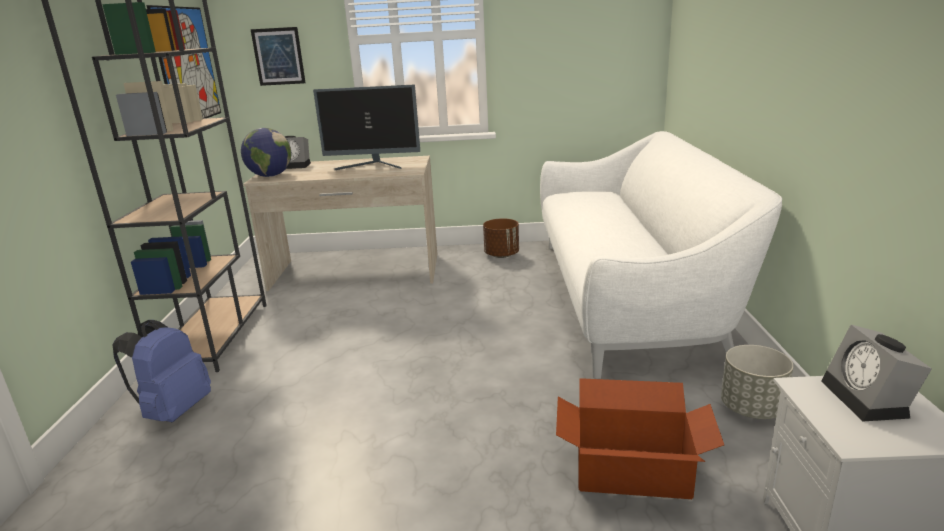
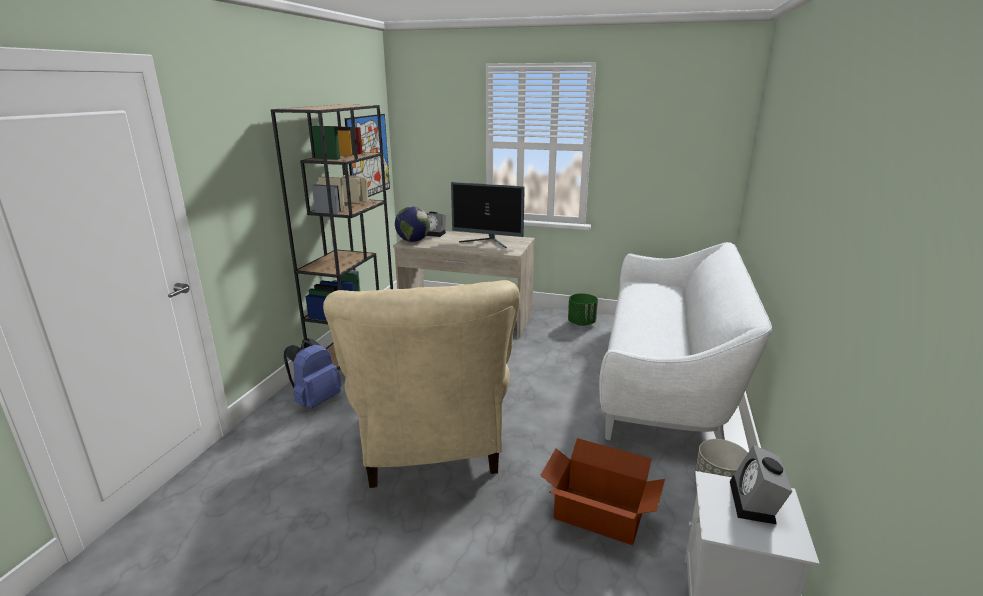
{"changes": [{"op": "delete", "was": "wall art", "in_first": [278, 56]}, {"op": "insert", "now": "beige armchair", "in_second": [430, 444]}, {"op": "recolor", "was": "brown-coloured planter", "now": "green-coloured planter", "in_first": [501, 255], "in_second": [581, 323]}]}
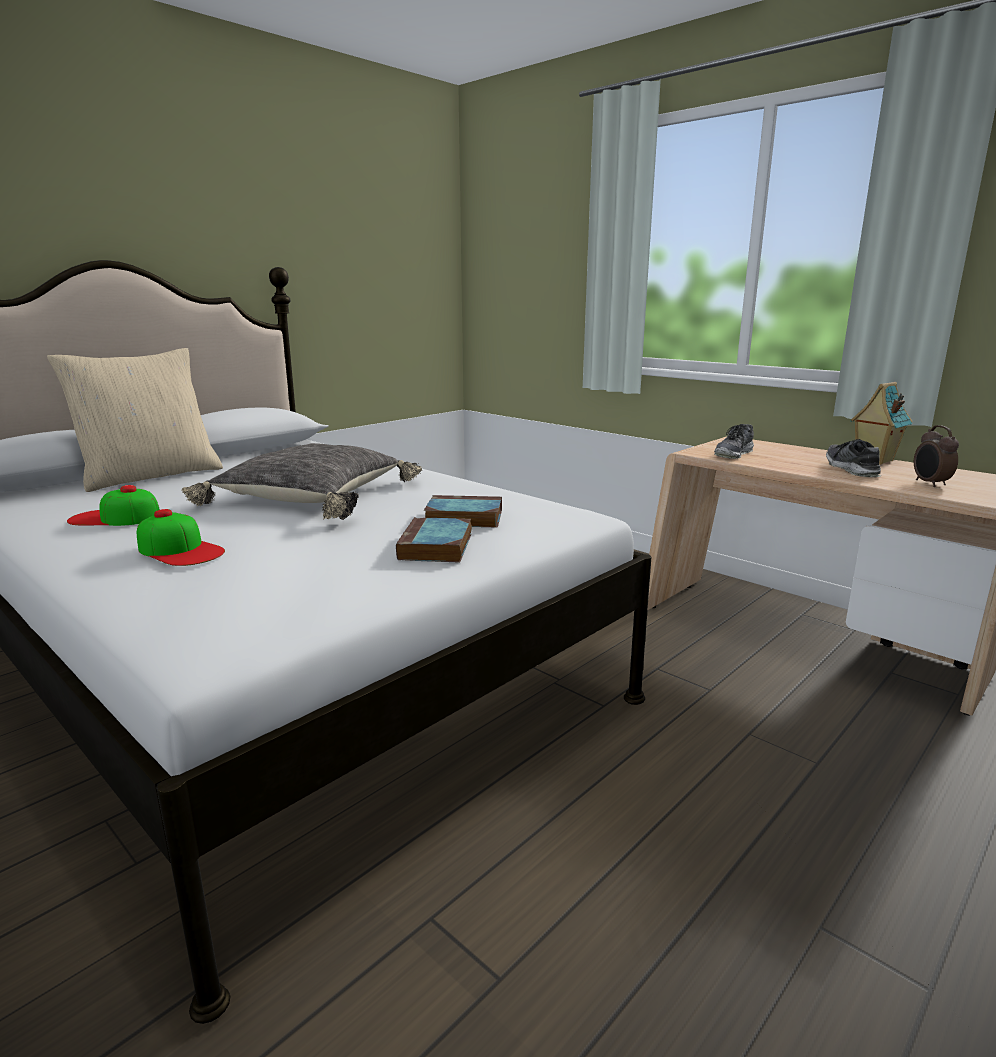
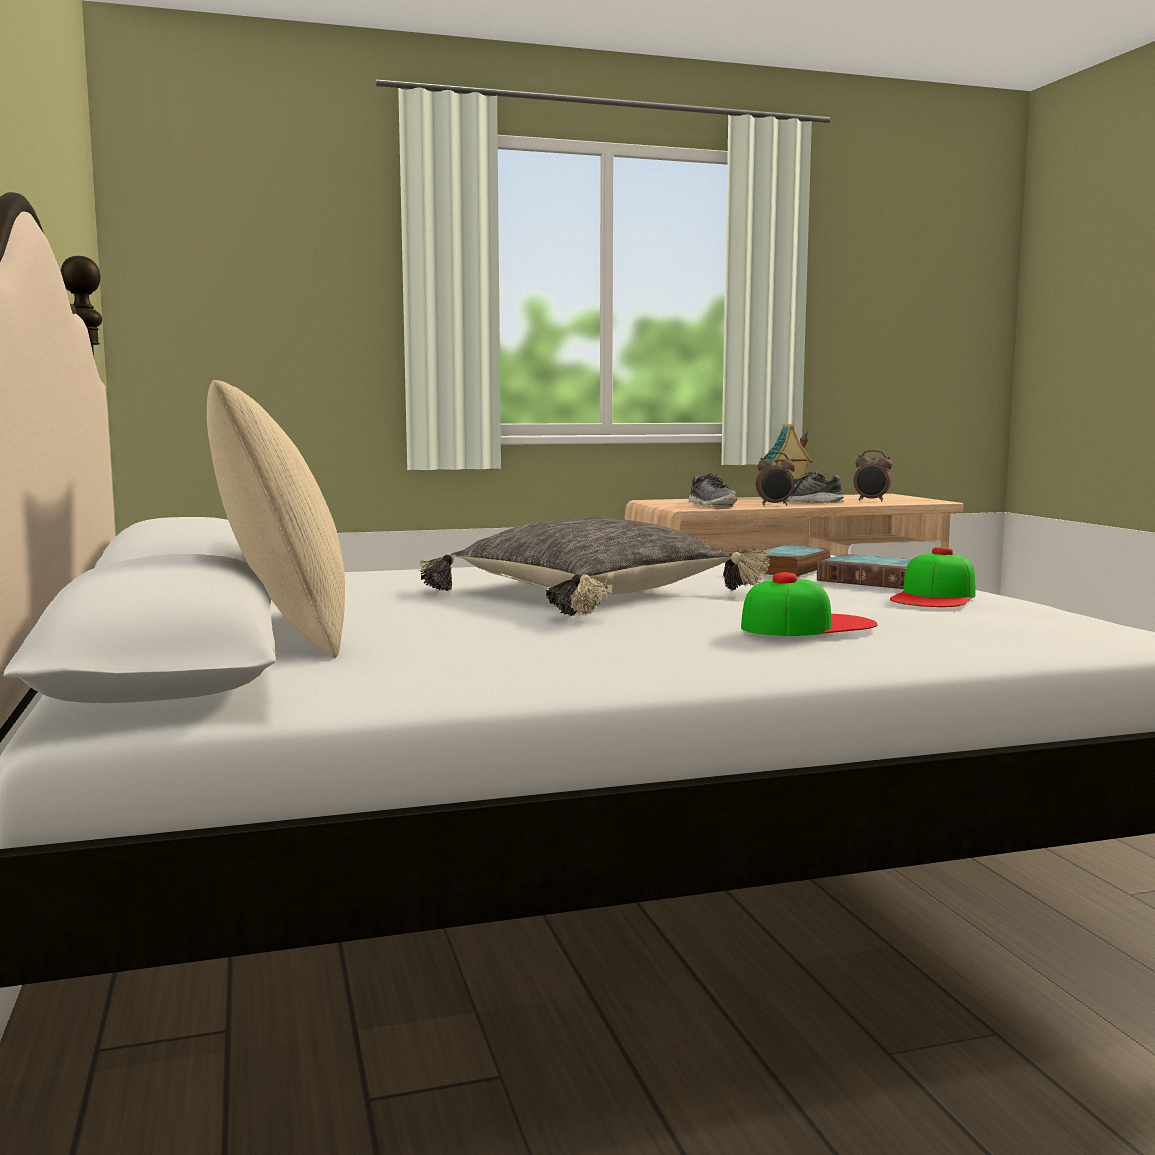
{"changes": [{"op": "insert", "now": "alarm clock", "in_second": [774, 505]}, {"op": "move", "was": "peaked cap", "in_first": [115, 518], "in_second": [935, 596]}]}
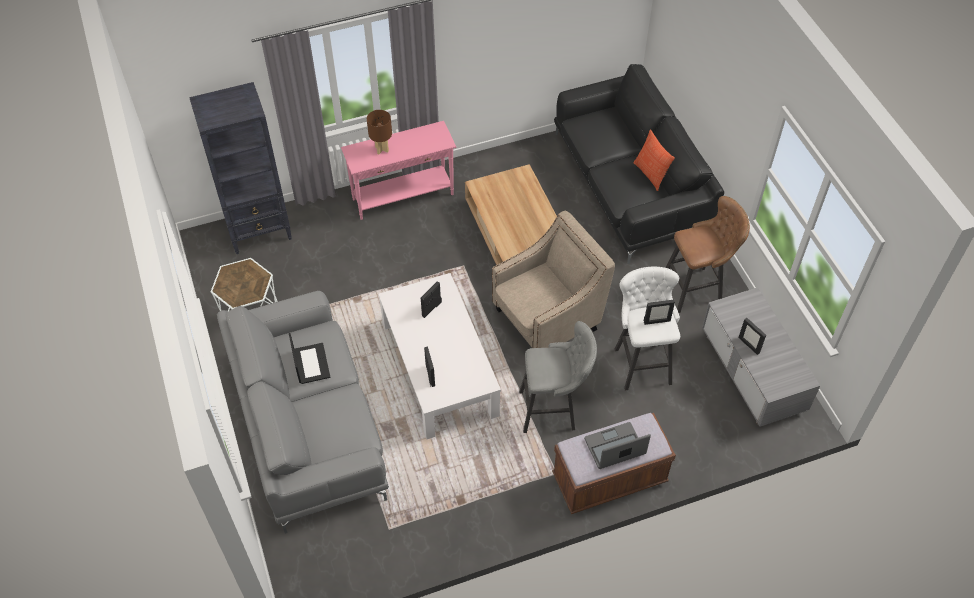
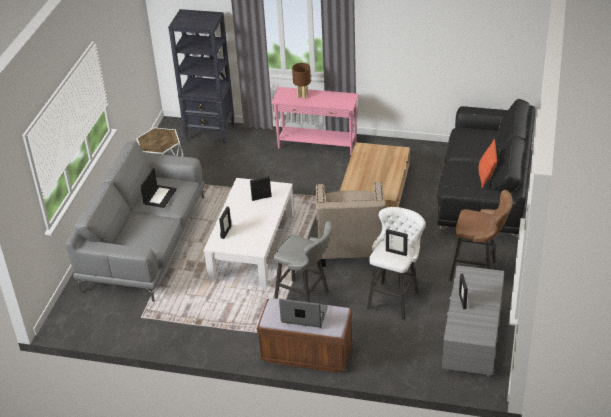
{"changes": [{"op": "rotate", "was": "beige armchair", "in_first": [547, 318], "in_second": [351, 247], "clockwise": 90}]}
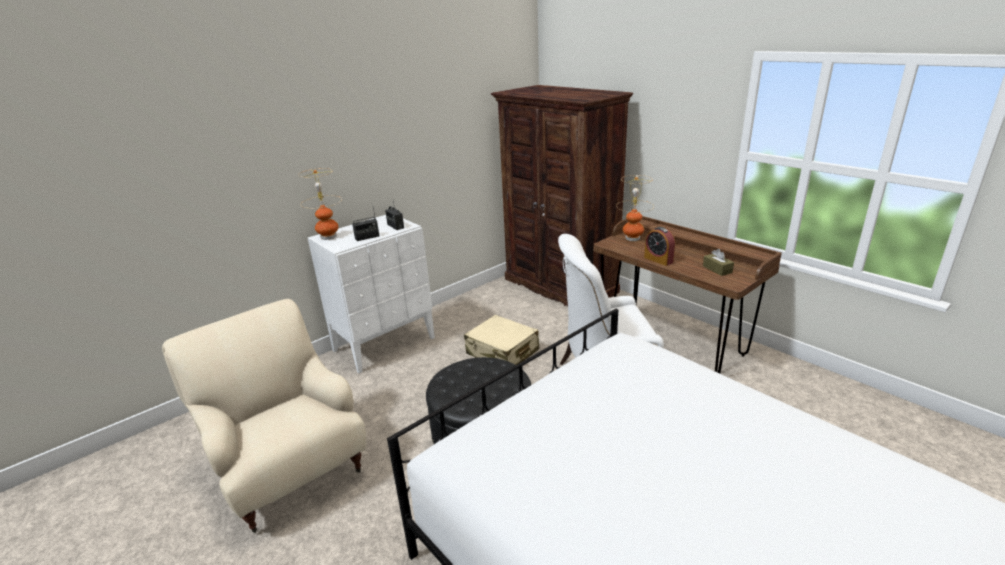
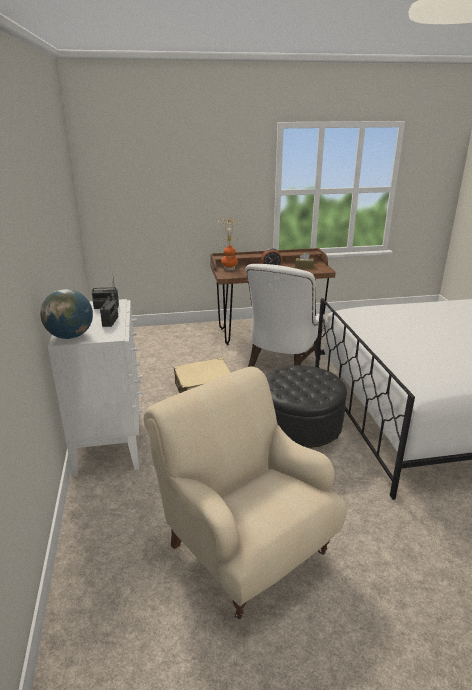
{"changes": [{"op": "delete", "was": "brown-coloured wardrobe", "in_first": [559, 285]}, {"op": "replace", "was": "tabletop lamp", "now": "desk globe", "in_first": [329, 237], "in_second": [70, 336]}, {"op": "rotate", "was": "beige armchair", "in_first": [289, 470], "in_second": [246, 547], "clockwise": 60}]}
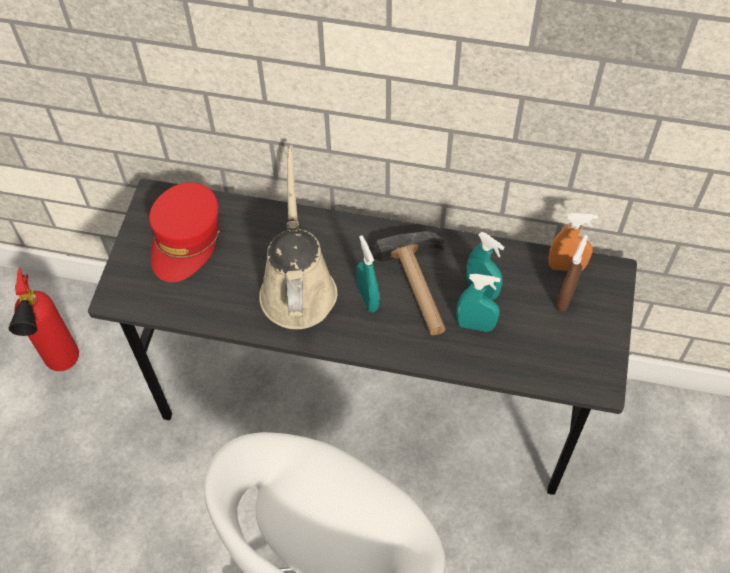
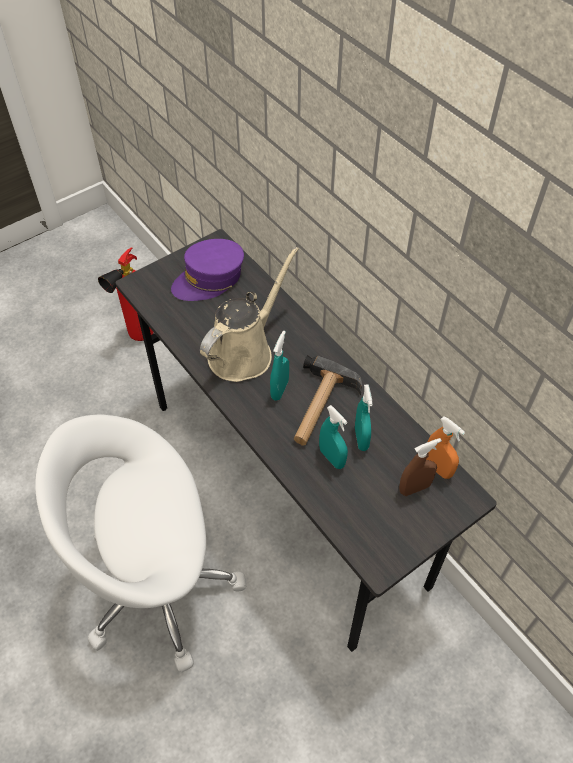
{"changes": [{"op": "recolor", "was": "red peaked cap", "now": "purplish peaked cap", "in_first": [186, 239], "in_second": [209, 279]}]}
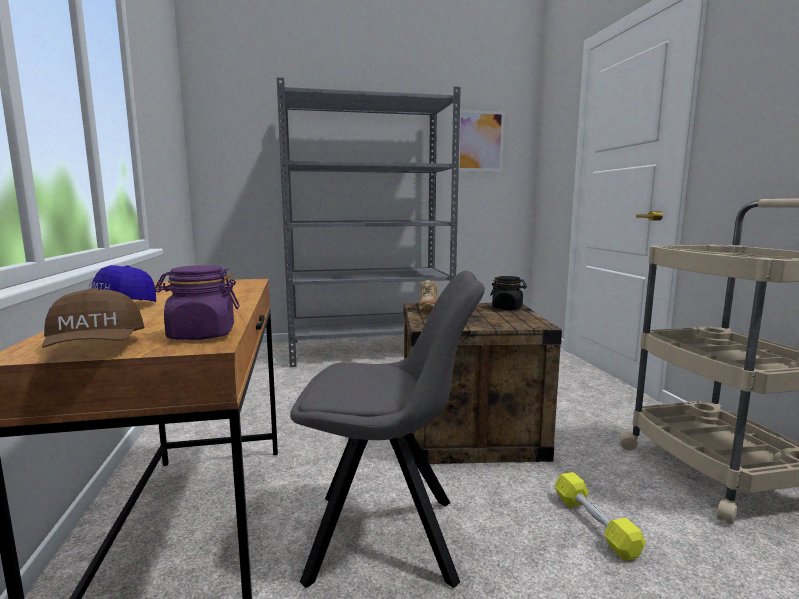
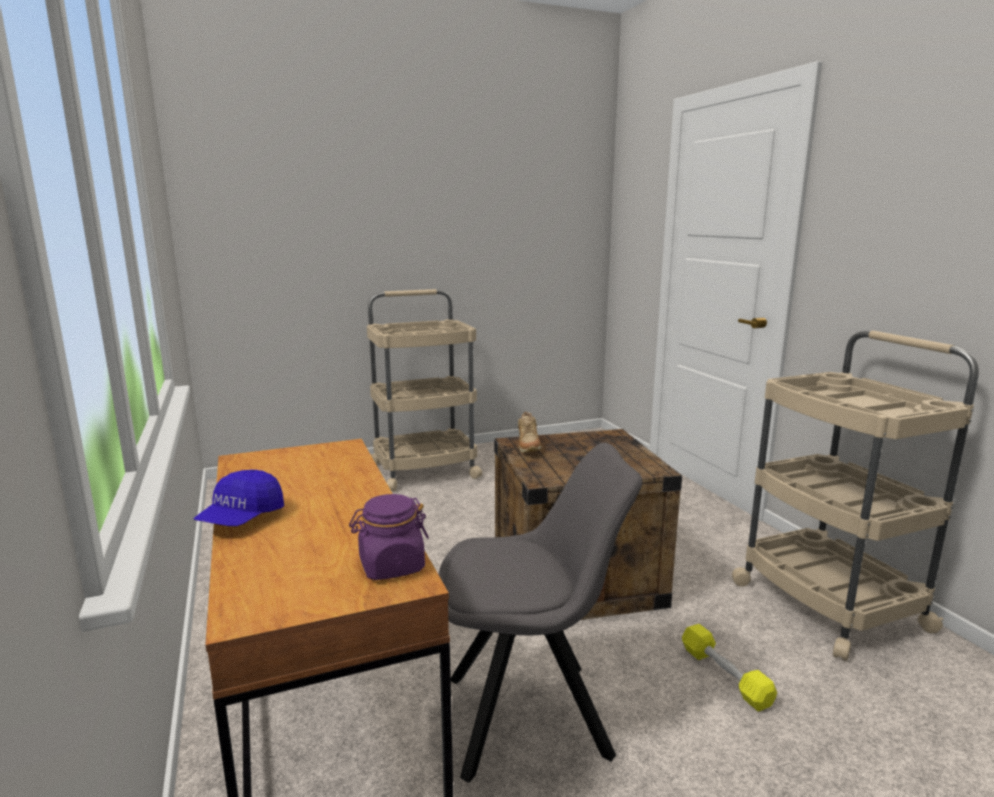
{"changes": [{"op": "delete", "was": "brown-coloured peaked cap", "in_first": [95, 348]}, {"op": "delete", "was": "wall art", "in_first": [480, 141]}, {"op": "delete", "was": "black jar", "in_first": [507, 308]}, {"op": "replace", "was": "gray shelving unit", "now": "beige cart", "in_first": [369, 349], "in_second": [424, 471]}]}
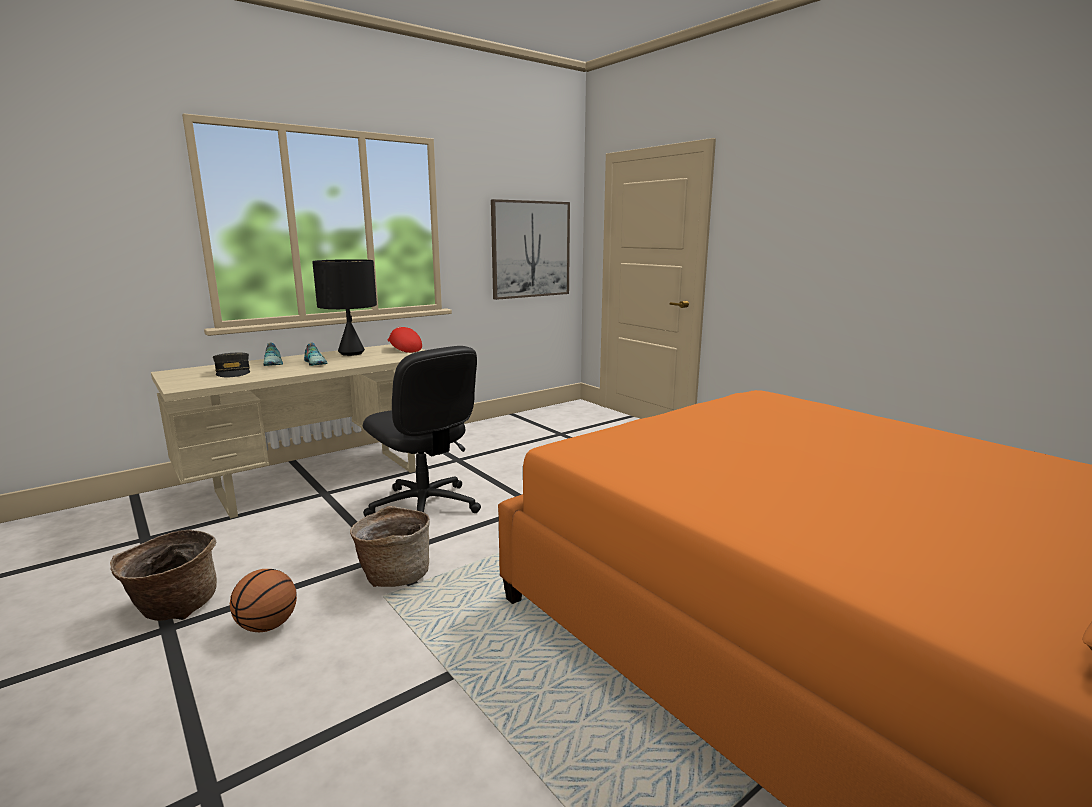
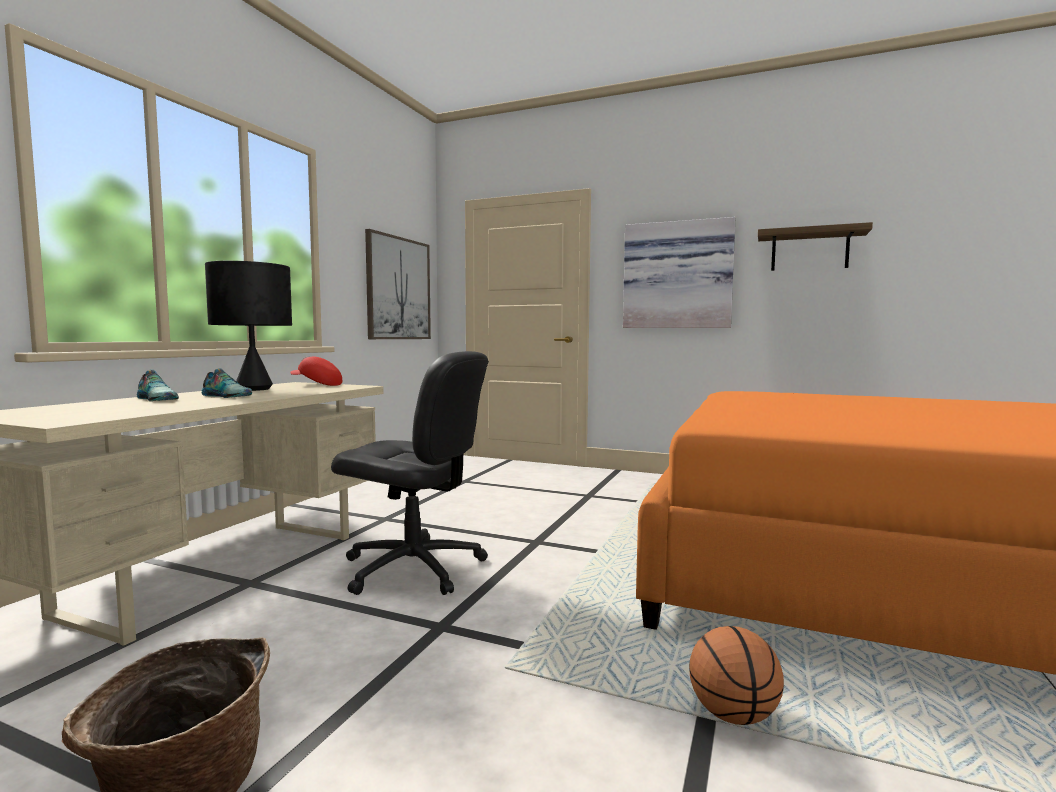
{"changes": [{"op": "delete", "was": "gray peaked cap", "in_first": [233, 372]}, {"op": "delete", "was": "household basket", "in_first": [394, 574]}, {"op": "insert", "now": "wall art", "in_second": [677, 275]}, {"op": "insert", "now": "wall shelf", "in_second": [809, 250]}, {"op": "move", "was": "basketball ball", "in_first": [267, 626], "in_second": [733, 715]}]}
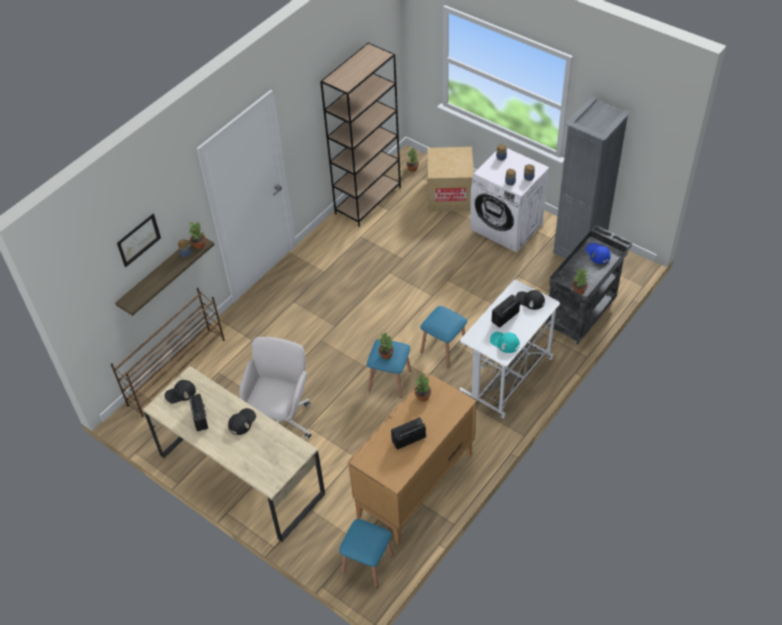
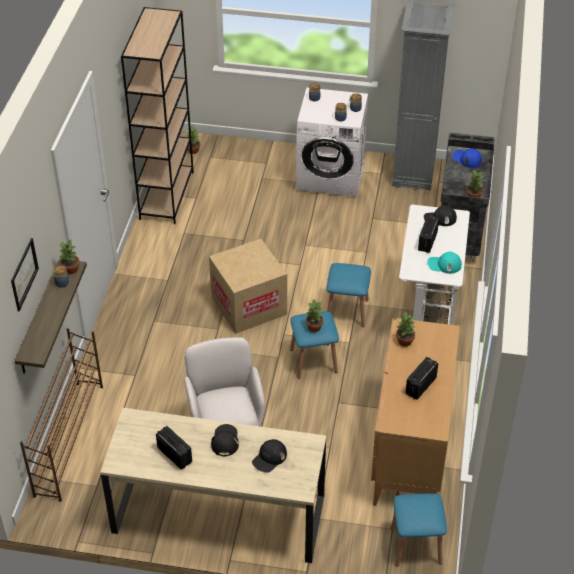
{"changes": [{"op": "move", "was": "black peaked cap", "in_first": [180, 393], "in_second": [269, 458]}, {"op": "move", "was": "cardboard box", "in_first": [449, 195], "in_second": [249, 305]}]}
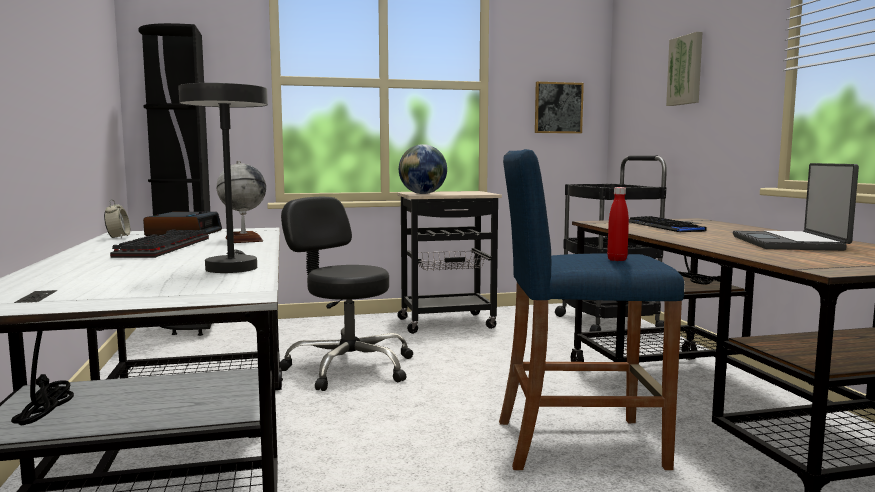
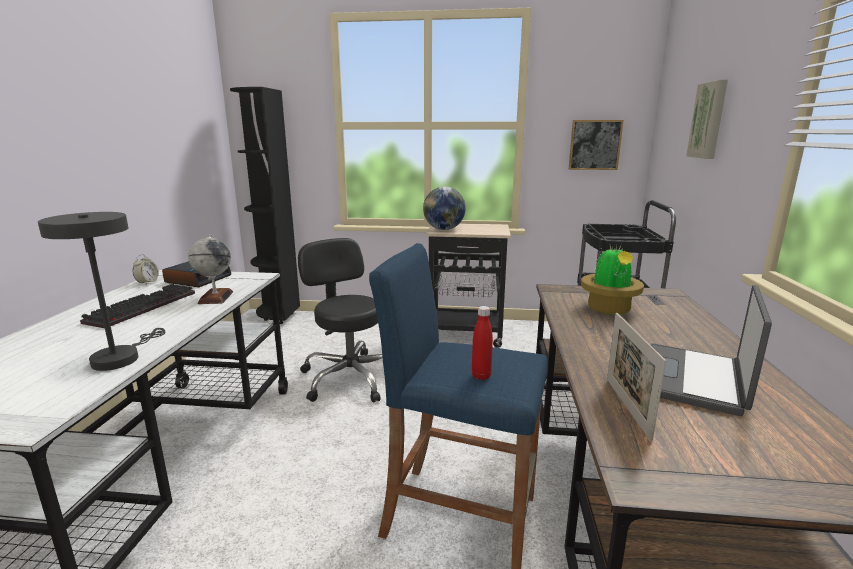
{"changes": [{"op": "insert", "now": "standing frame", "in_second": [627, 407]}, {"op": "replace", "was": "keyboard", "now": "houseplant", "in_first": [663, 226], "in_second": [609, 309]}]}
